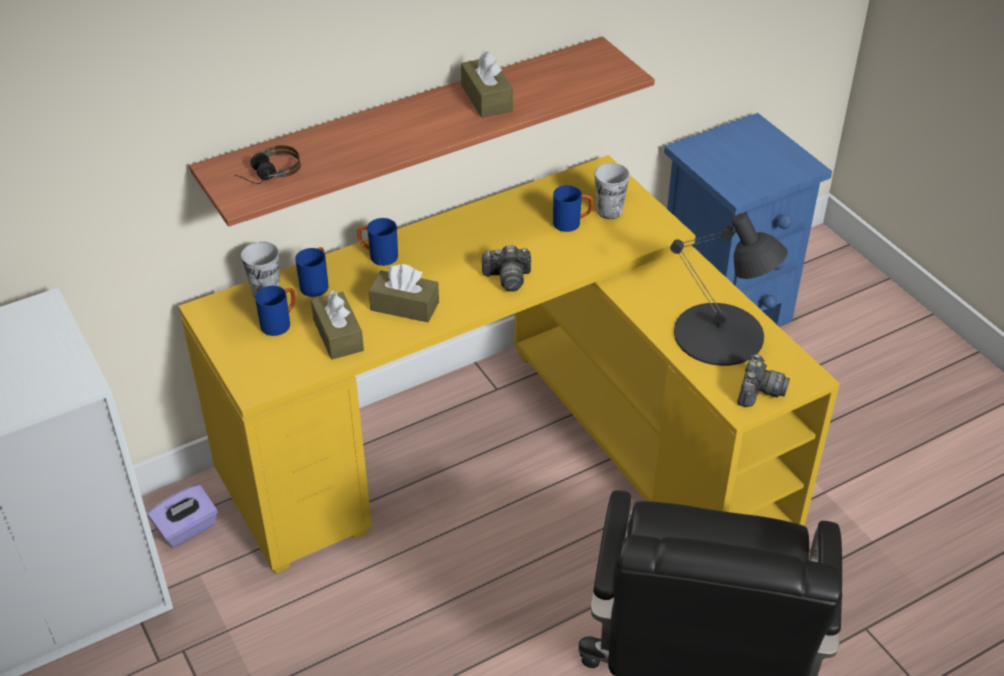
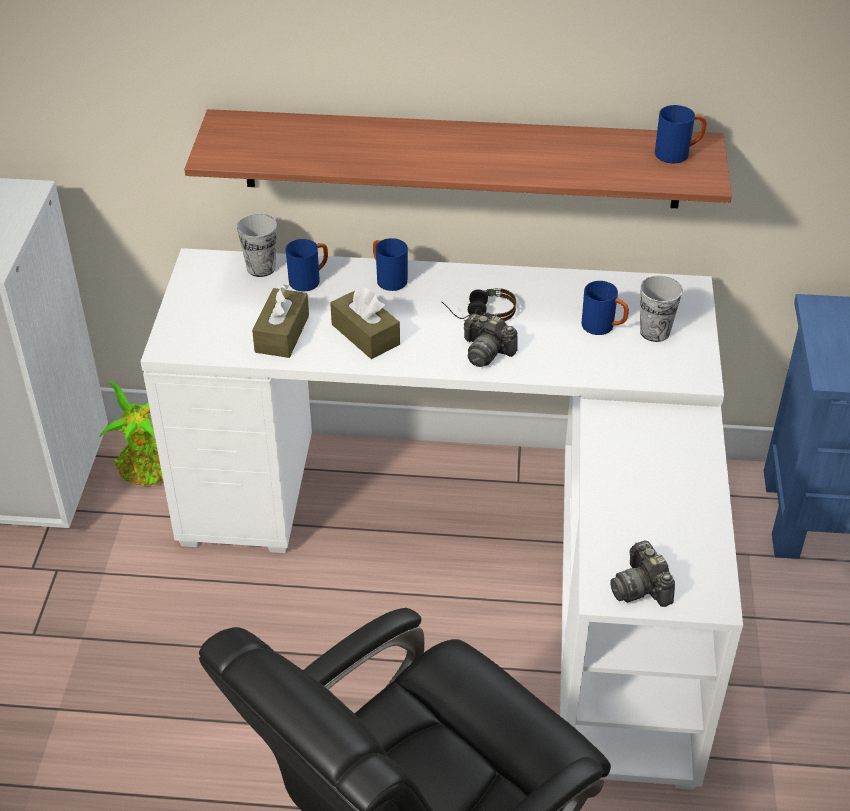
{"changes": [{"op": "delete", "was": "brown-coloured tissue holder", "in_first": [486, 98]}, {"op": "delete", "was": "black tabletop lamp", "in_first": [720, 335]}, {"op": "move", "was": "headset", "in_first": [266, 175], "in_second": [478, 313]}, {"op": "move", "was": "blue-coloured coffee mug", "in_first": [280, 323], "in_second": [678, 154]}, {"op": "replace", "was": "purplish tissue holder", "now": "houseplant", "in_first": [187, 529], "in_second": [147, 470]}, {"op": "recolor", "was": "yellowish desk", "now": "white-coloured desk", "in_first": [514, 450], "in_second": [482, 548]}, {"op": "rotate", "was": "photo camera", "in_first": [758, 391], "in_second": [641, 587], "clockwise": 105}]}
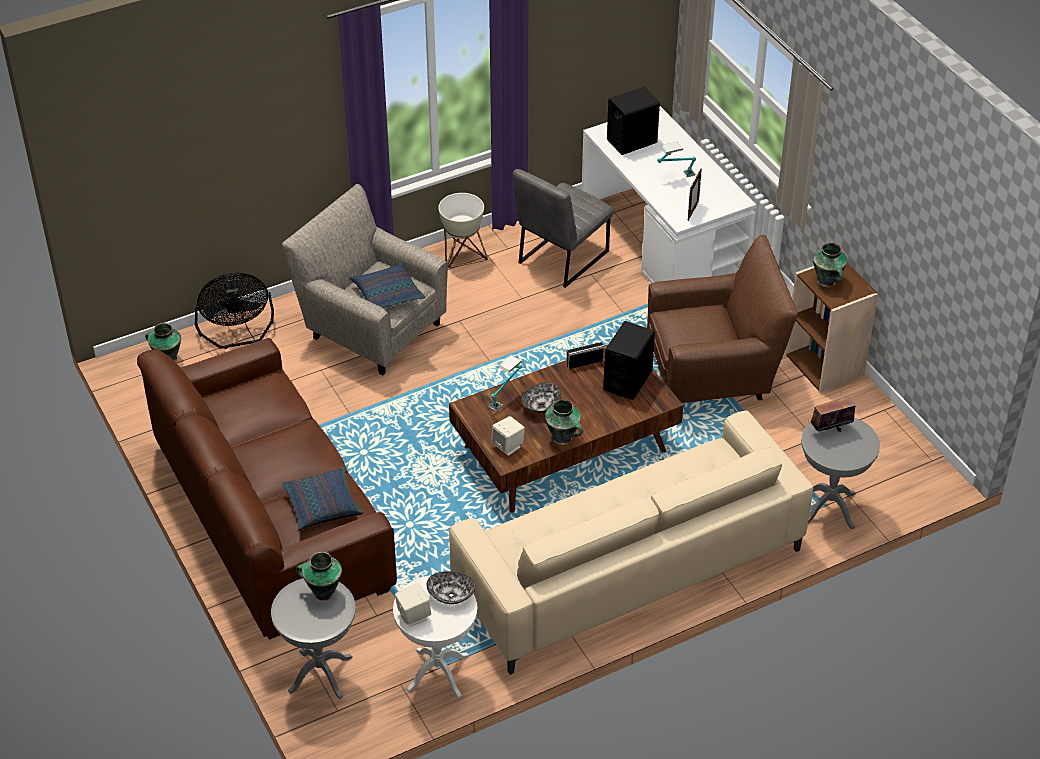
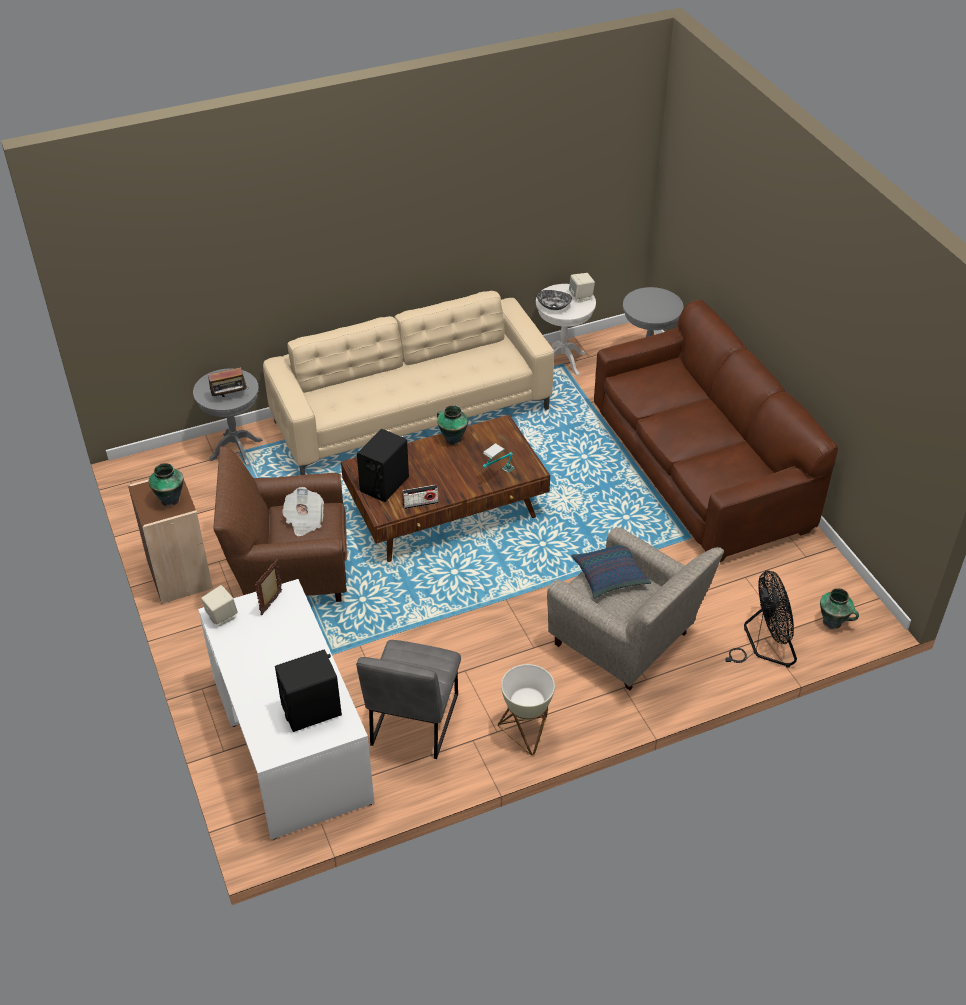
{"changes": [{"op": "delete", "was": "blue-coloured cushion", "in_first": [322, 505]}, {"op": "delete", "was": "decorative vase", "in_first": [323, 592]}, {"op": "delete", "was": "bowl", "in_first": [541, 406]}, {"op": "delete", "was": "tabletop lamp", "in_first": [675, 177]}, {"op": "insert", "now": "newspaper", "in_second": [304, 520]}, {"op": "move", "was": "beige speaker", "in_first": [508, 446], "in_second": [221, 616]}, {"op": "rotate", "was": "black electric fan", "in_first": [241, 338], "in_second": [761, 641], "clockwise": -90}, {"op": "rotate", "was": "gray chair", "in_first": [561, 258], "in_second": [413, 721], "clockwise": 150}]}
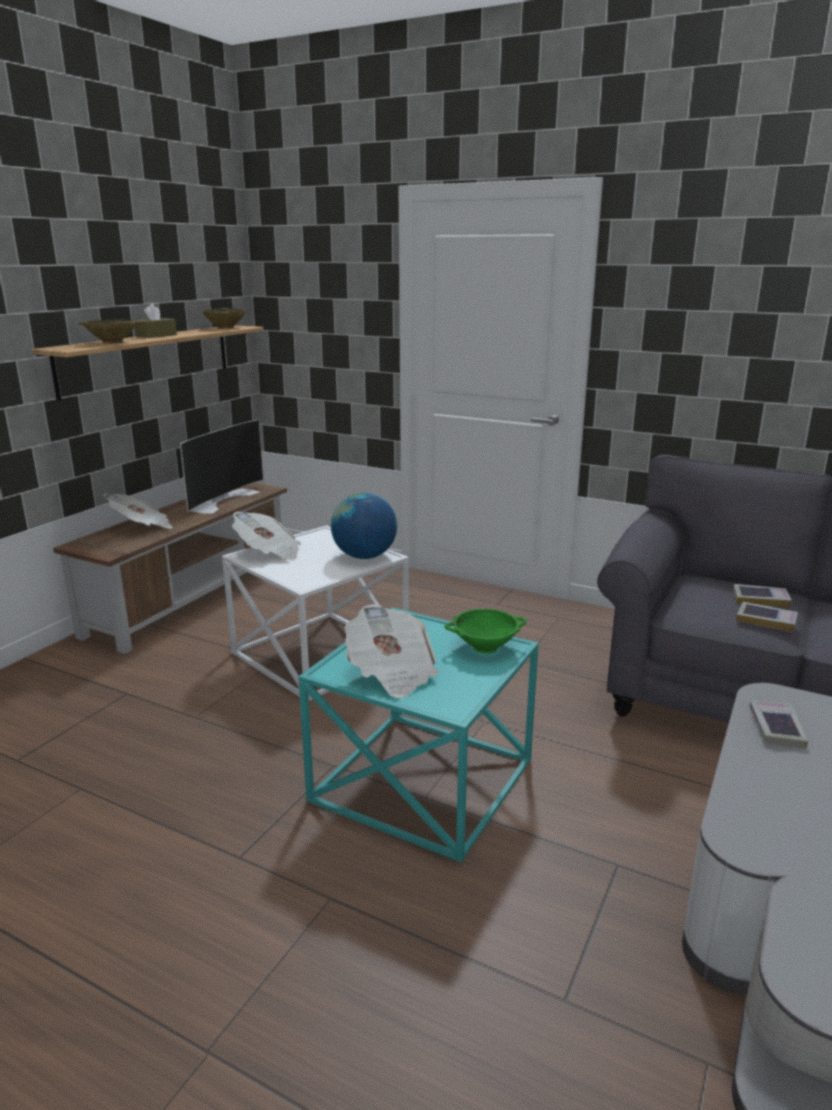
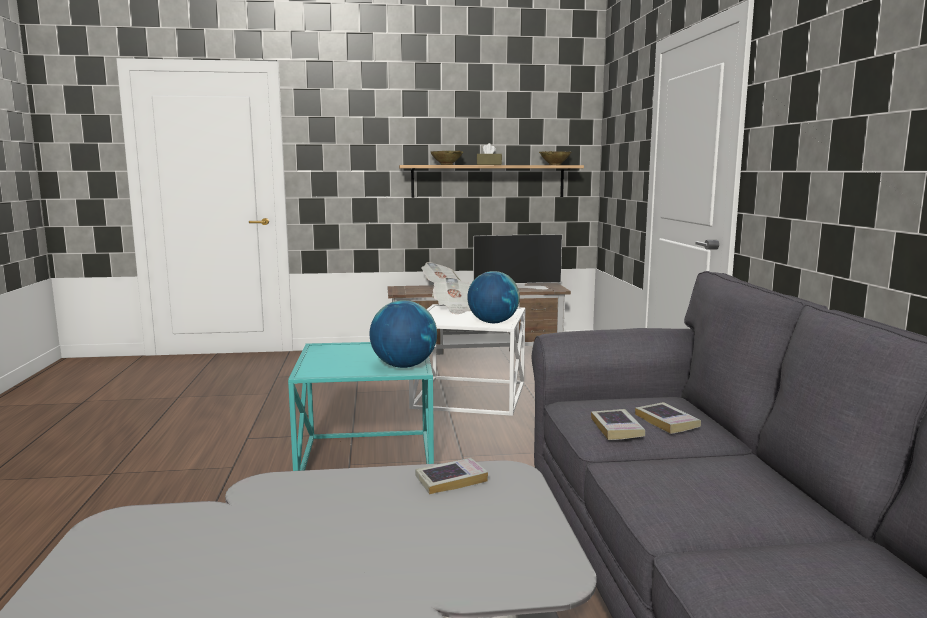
{"changes": [{"op": "delete", "was": "newspaper", "in_first": [391, 673]}, {"op": "replace", "was": "green-coloured bowl", "now": "desk globe", "in_first": [485, 647], "in_second": [403, 366]}]}
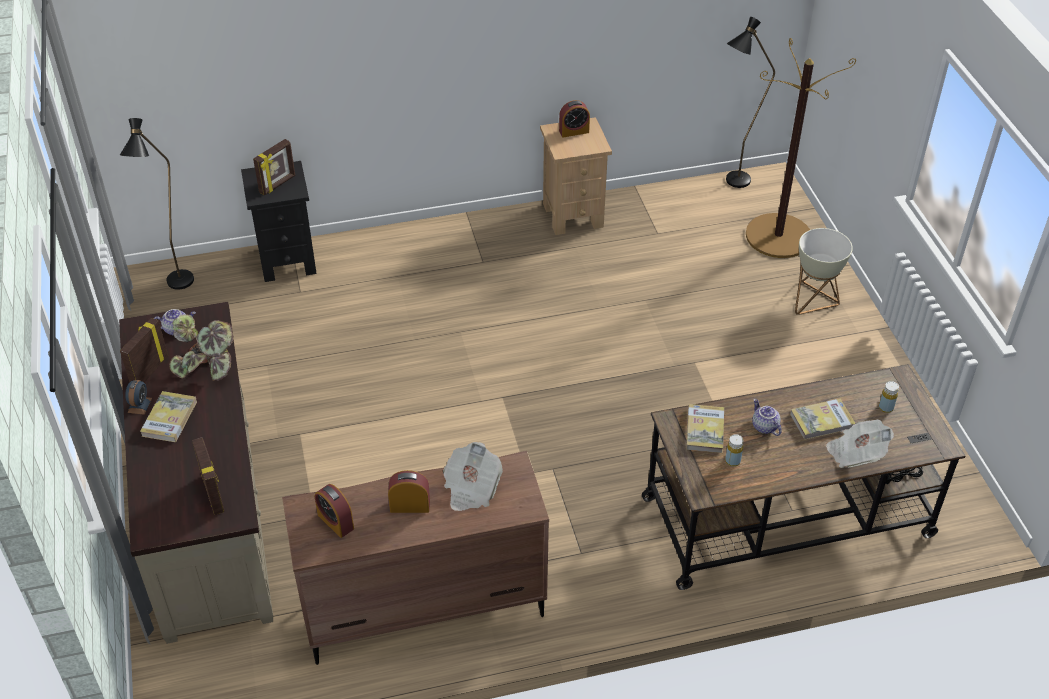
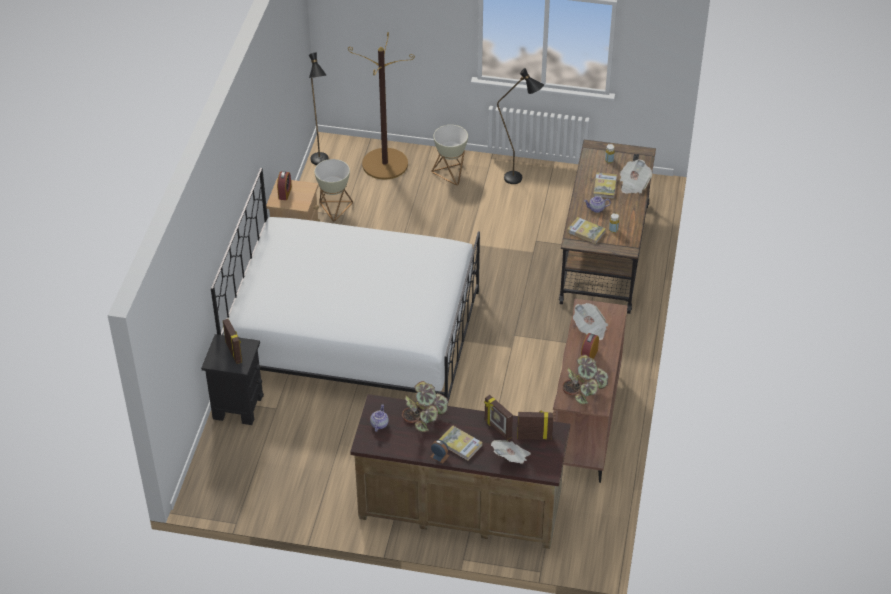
{"changes": [{"op": "insert", "now": "white-coloured bedroom bed", "in_second": [353, 335]}, {"op": "insert", "now": "planter", "in_second": [334, 208]}, {"op": "insert", "now": "newspaper", "in_second": [511, 458]}, {"op": "move", "was": "black standard lamp", "in_first": [178, 287], "in_second": [519, 180]}, {"op": "move", "was": "standing frame", "in_first": [149, 371], "in_second": [497, 429]}, {"op": "replace", "was": "alarm clock", "now": "houseplant", "in_first": [335, 521], "in_second": [584, 389]}]}
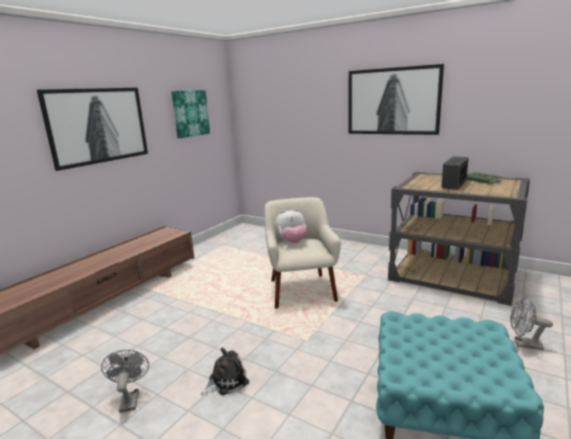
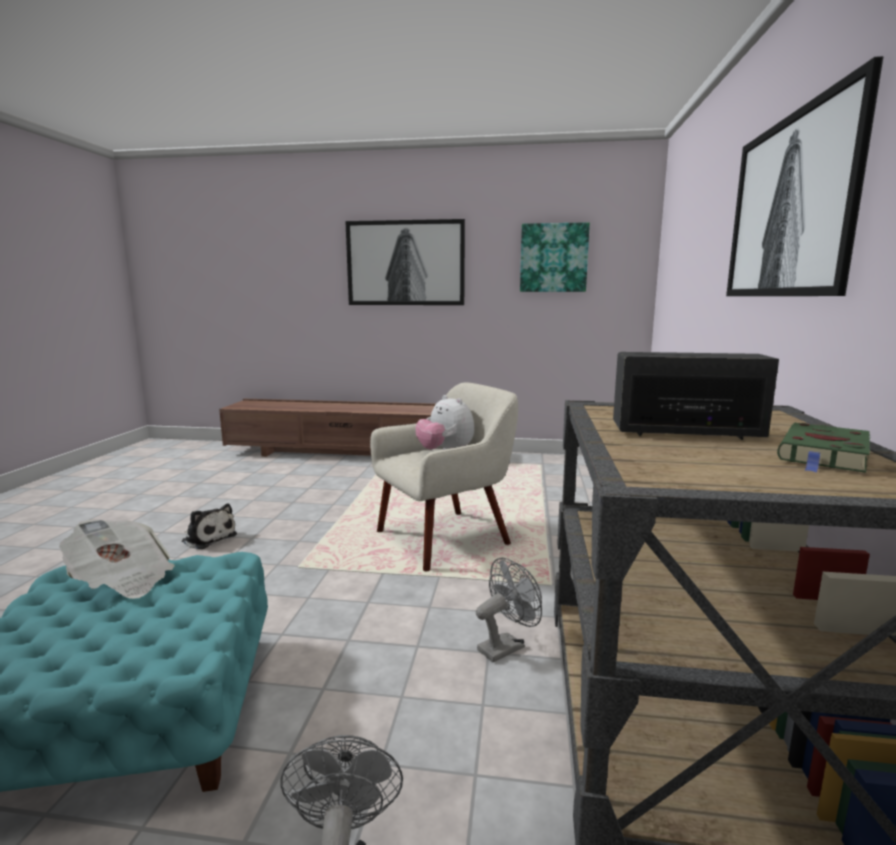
{"changes": [{"op": "insert", "now": "newspaper", "in_second": [122, 580]}, {"op": "move", "was": "gray electric fan", "in_first": [130, 399], "in_second": [506, 646]}]}
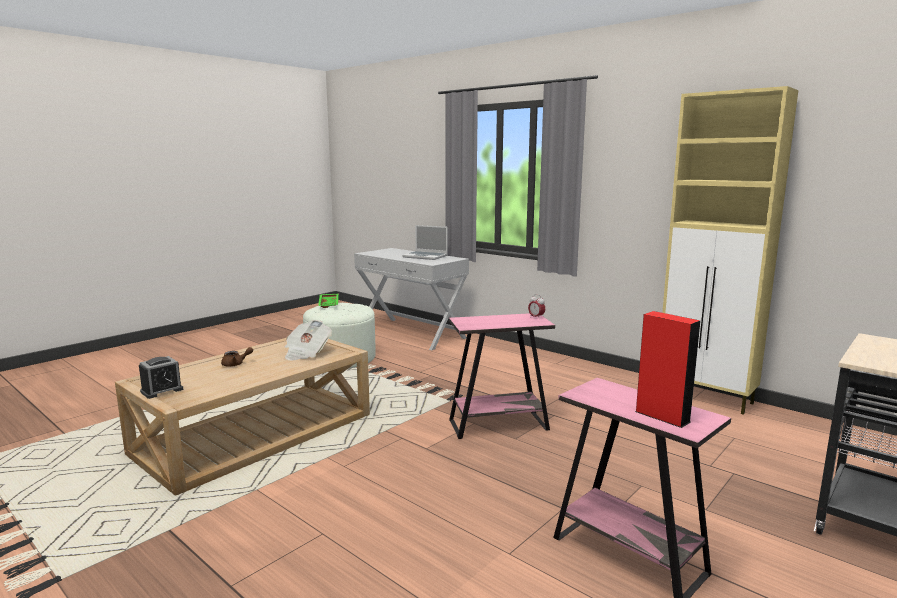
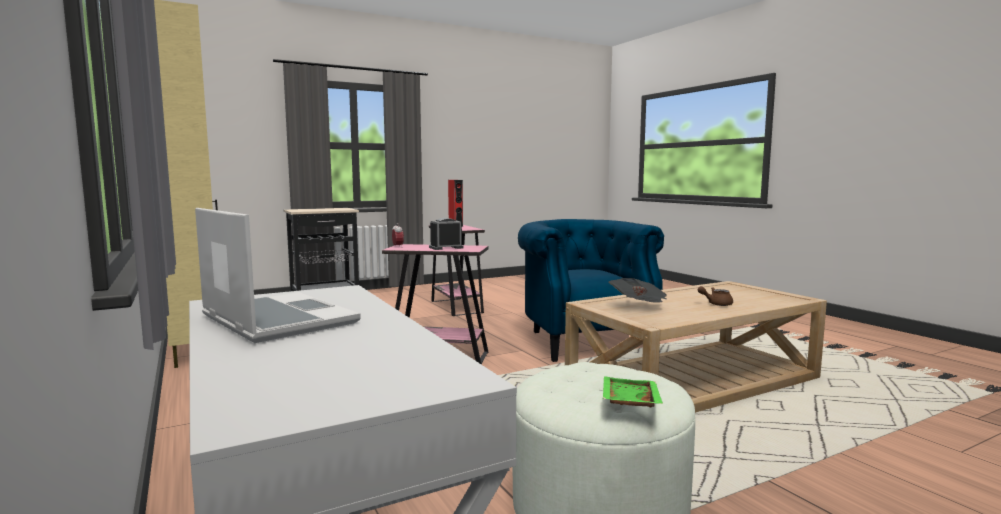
{"changes": [{"op": "insert", "now": "blue-coloured armchair", "in_second": [582, 340]}, {"op": "move", "was": "alarm clock", "in_first": [162, 390], "in_second": [446, 247]}]}
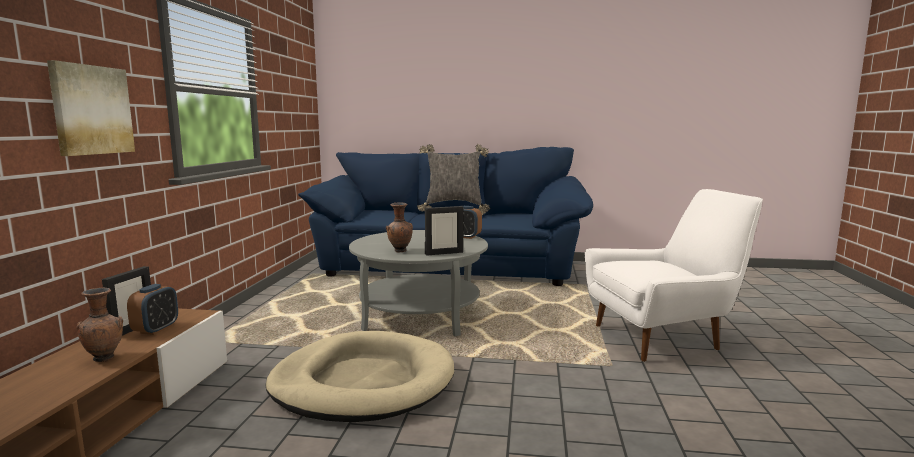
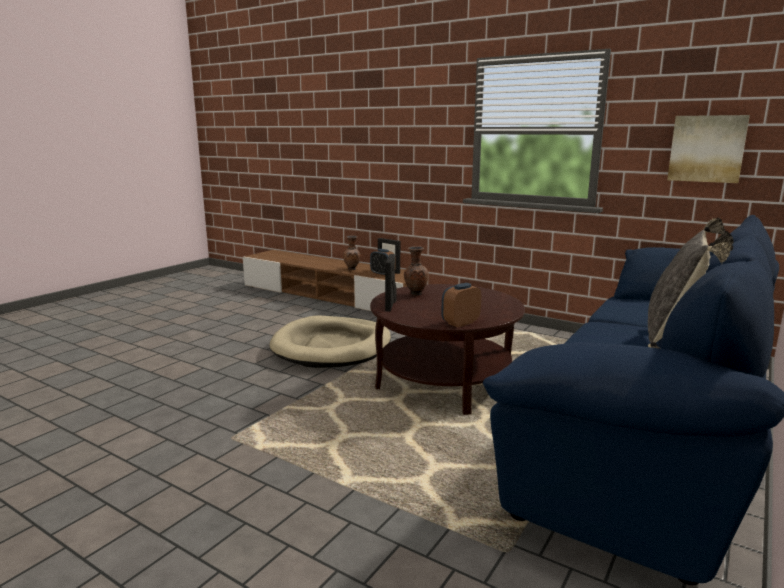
{"changes": [{"op": "delete", "was": "white-coloured armchair", "in_first": [663, 338]}, {"op": "move", "was": "wall art", "in_first": [91, 110], "in_second": [707, 148]}, {"op": "recolor", "was": "gray coffee table", "now": "brown-coloured coffee table", "in_first": [420, 316], "in_second": [444, 382]}]}
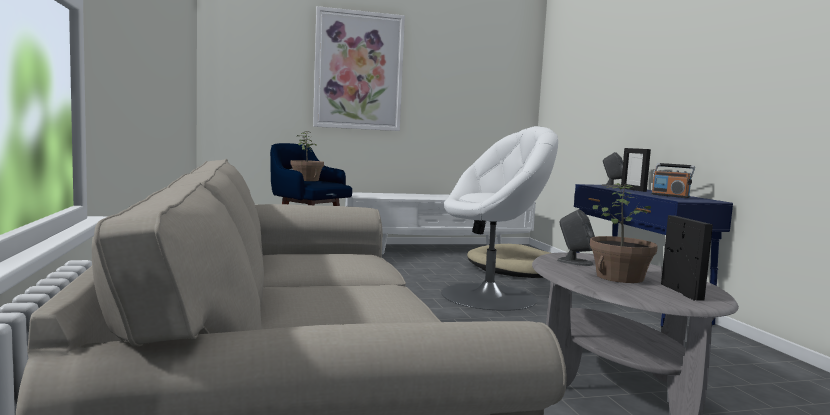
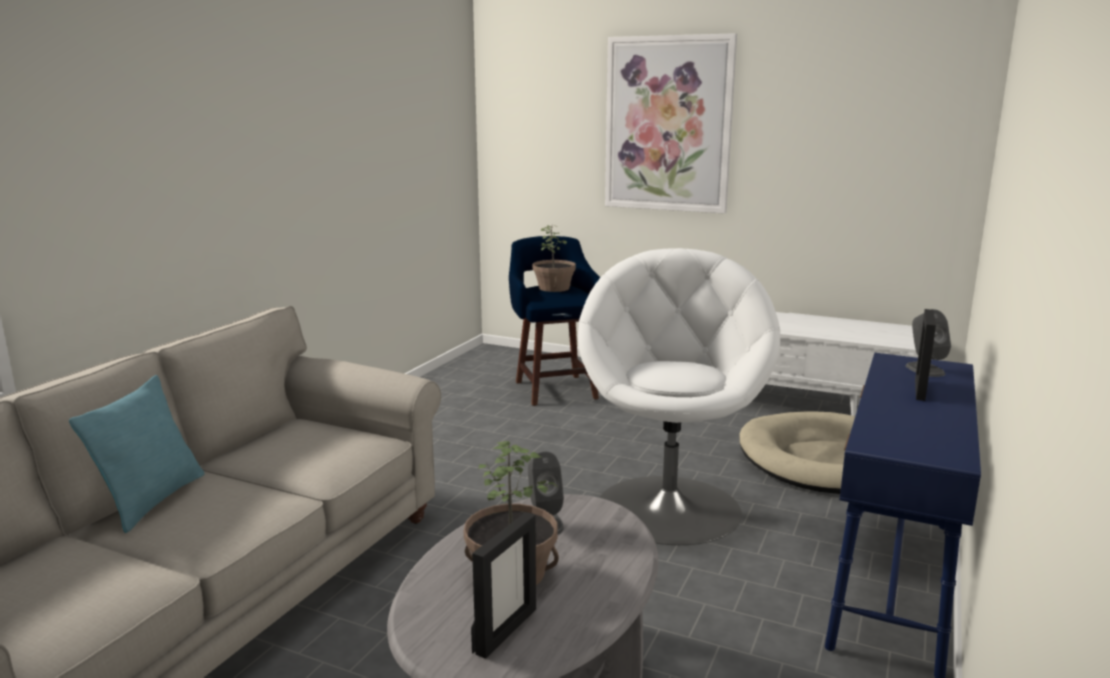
{"changes": [{"op": "delete", "was": "radio set", "in_first": [670, 196]}, {"op": "insert", "now": "blue-green cushion", "in_second": [152, 501]}, {"op": "rotate", "was": "white-coloured armchair", "in_first": [490, 296], "in_second": [669, 507], "clockwise": -105}]}
